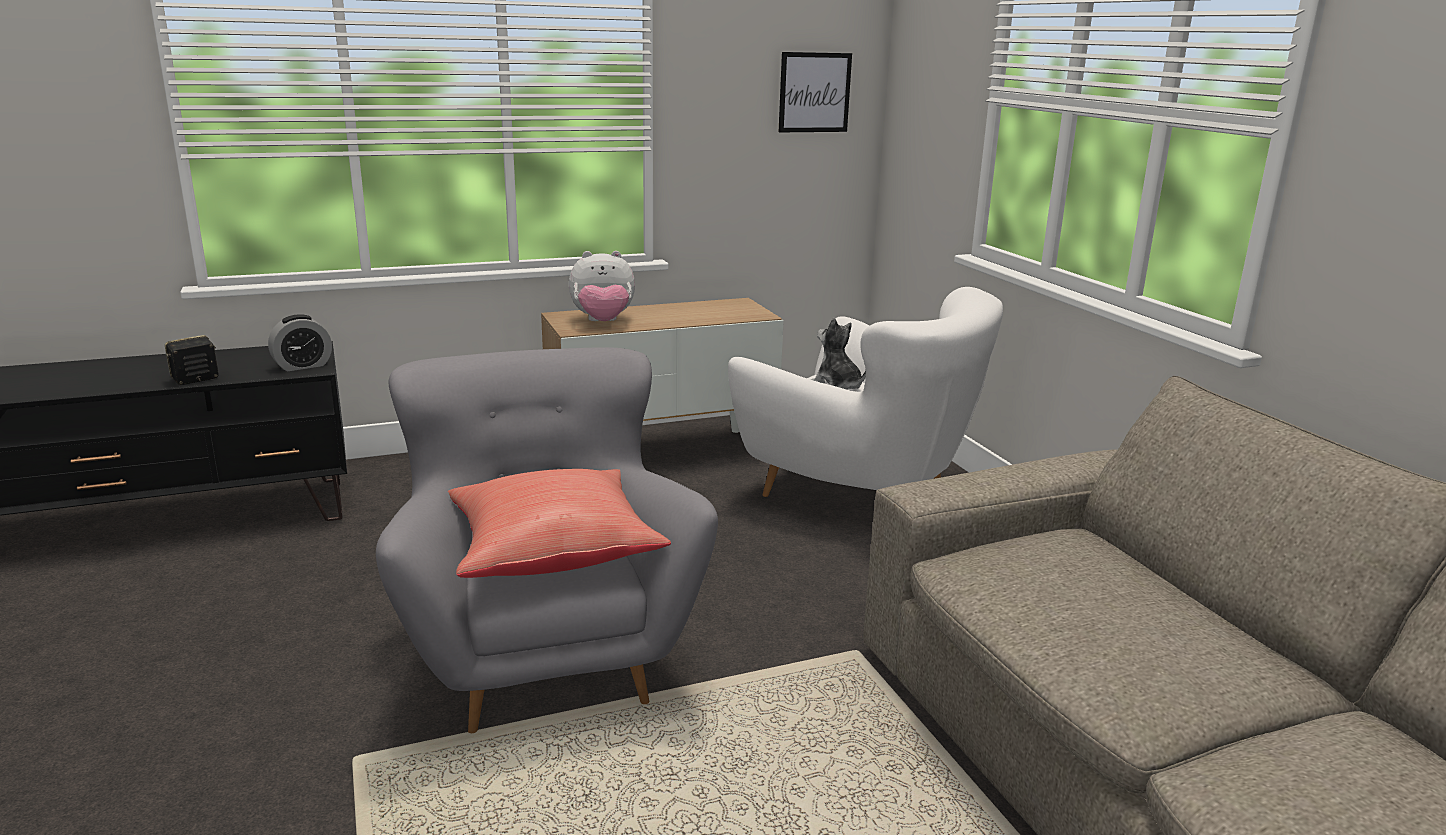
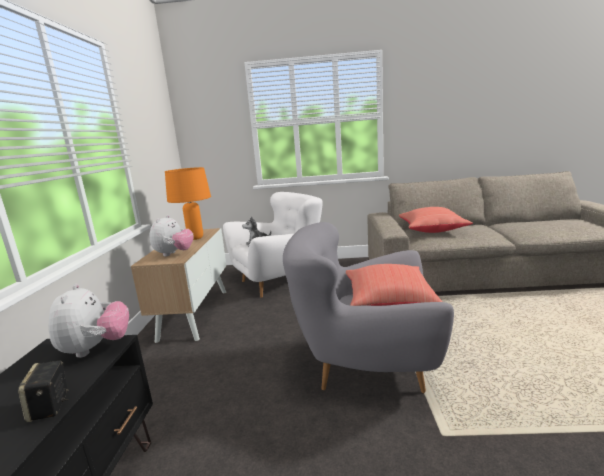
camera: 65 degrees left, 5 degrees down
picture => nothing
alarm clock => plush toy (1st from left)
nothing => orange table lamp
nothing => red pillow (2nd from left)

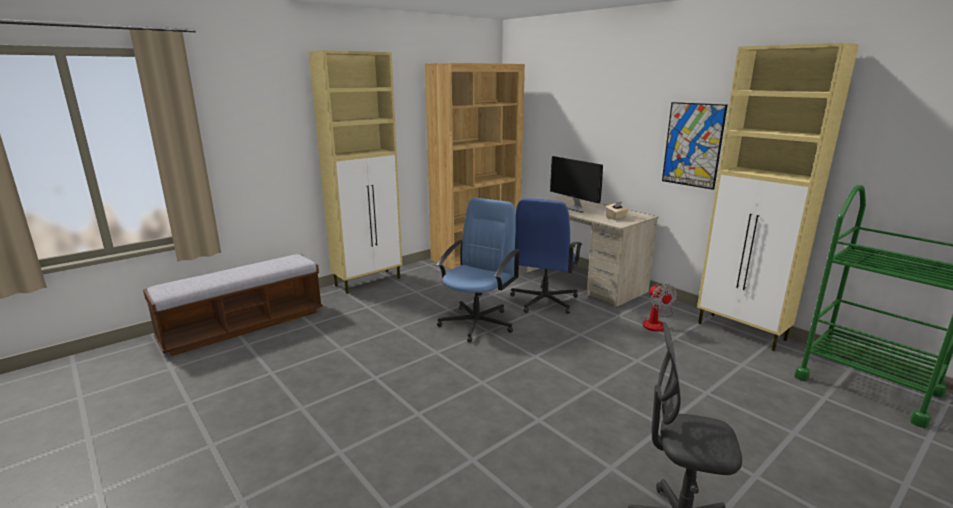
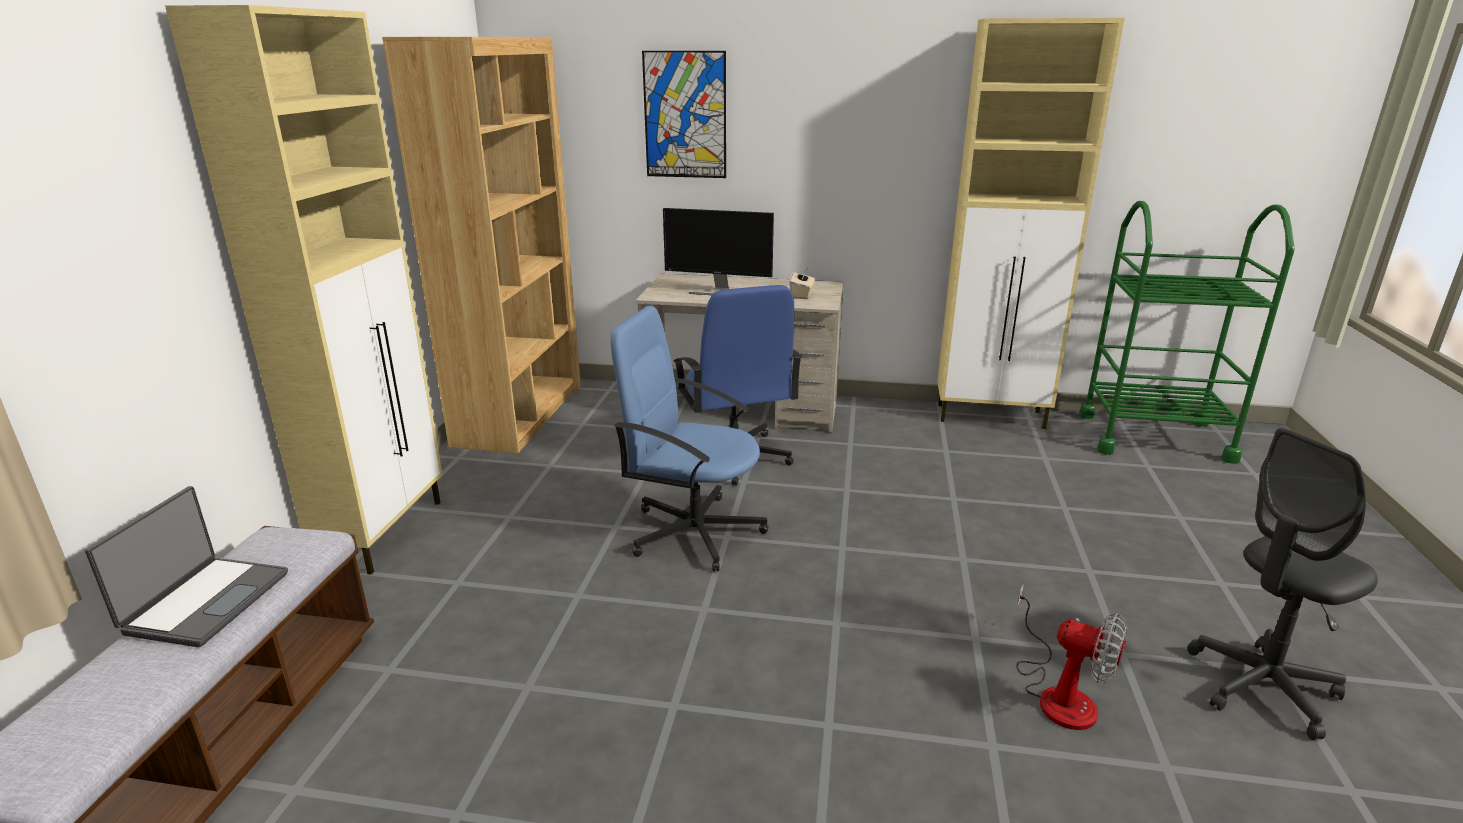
camera: 40 degrees left, 5 degrees up
picture, move
blue office chair (1st from left), 60 degrees counterclockwise
fan, move
nothing => laptop

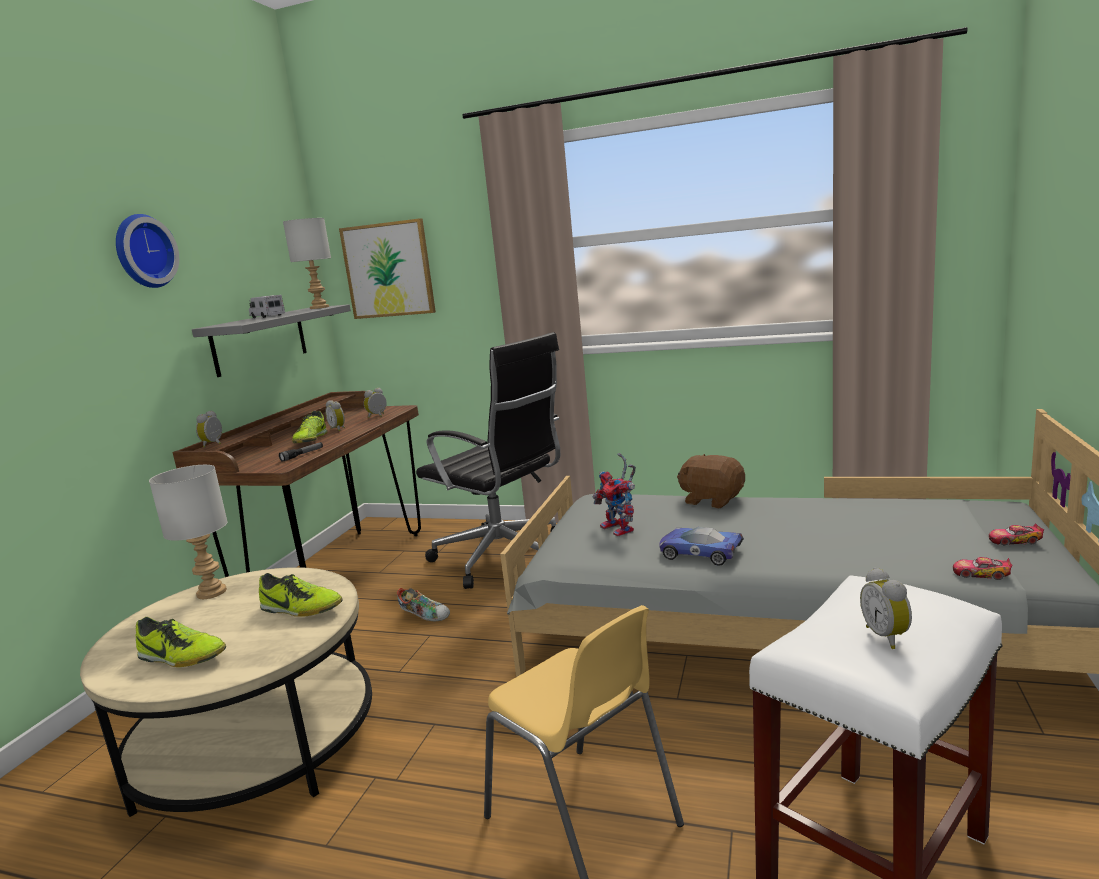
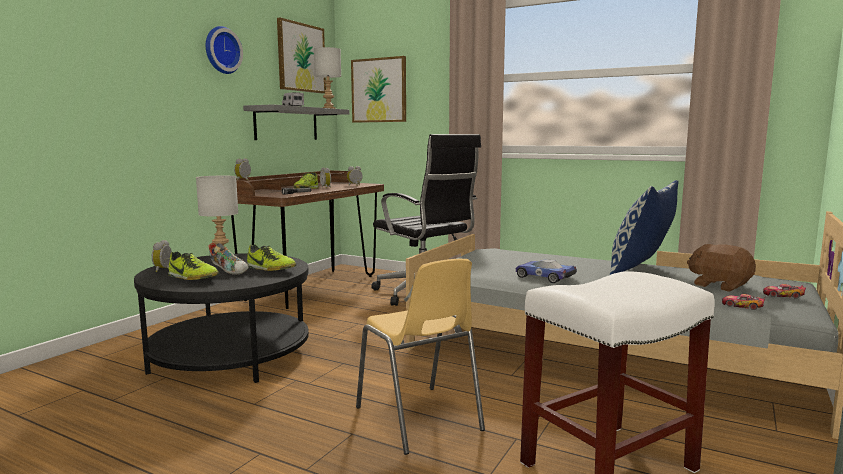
camera: 10 degrees right, 5 degrees down
toy robot => nothing
brown plush toy, move
beige coffee table => black coffee table
alarm clock (4th from left in the first image) => alarm clock (1st from left), move
shoe (4th from left in the first image) => shoe (2nd from left), move
nothing => picture (1st from left)
nothing => pillow

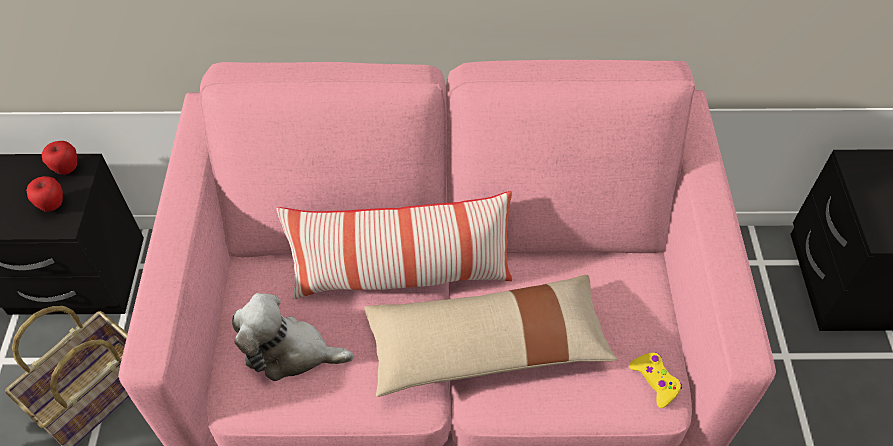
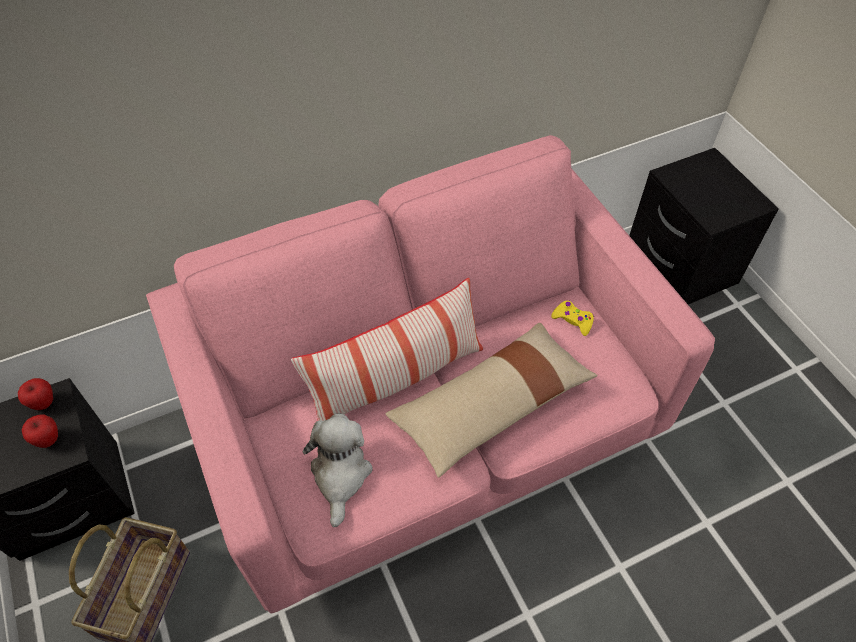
camera: 25 degrees left, 0 degrees up
plush toy, 105 degrees clockwise
yellow game controller, move

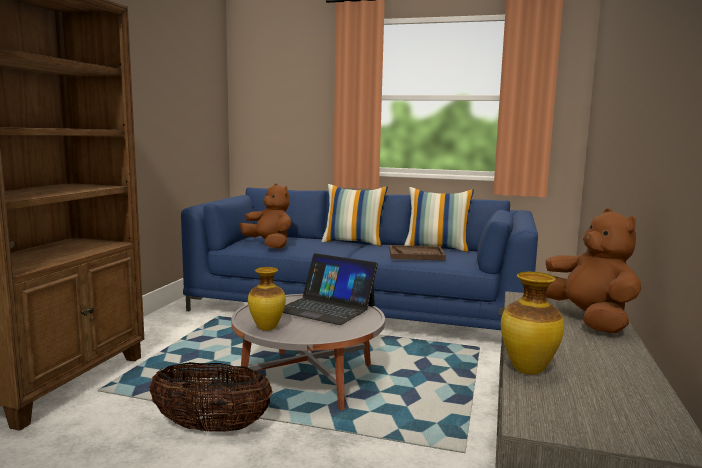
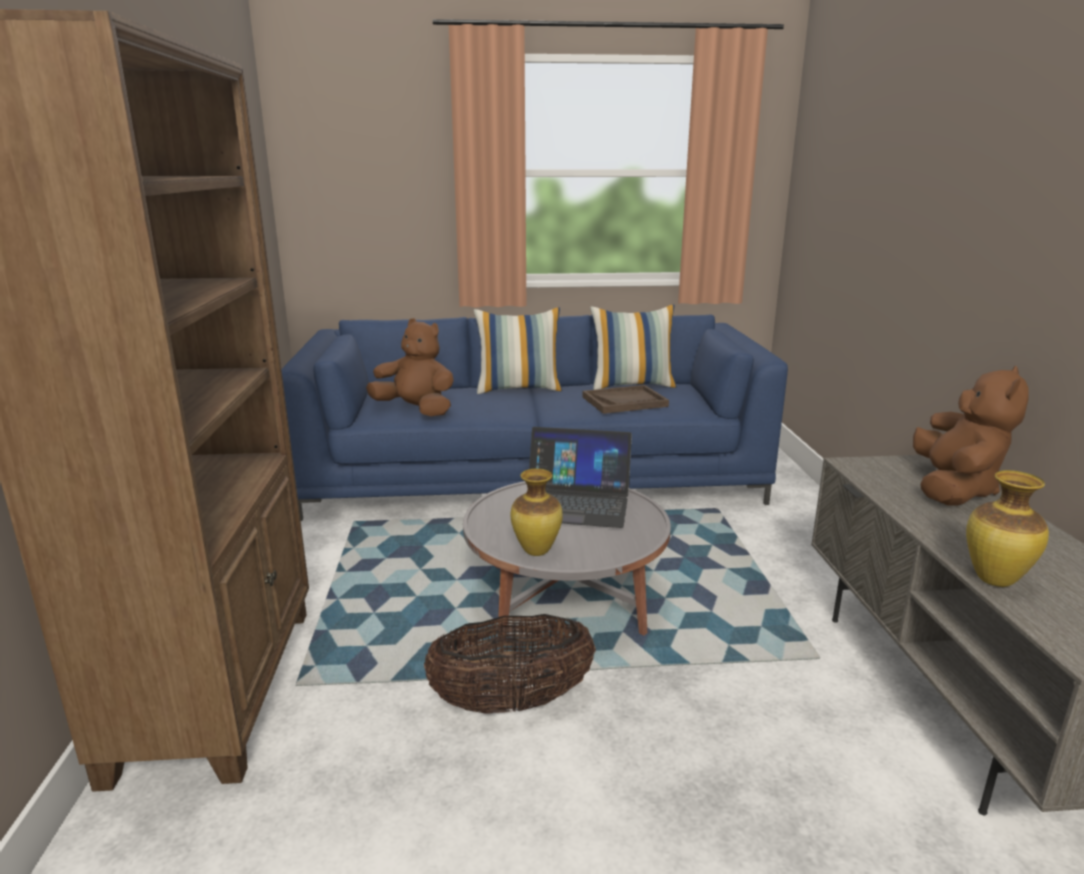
camera: 20 degrees left, 10 degrees up
brown plush toy (2nd from left), 60 degrees clockwise

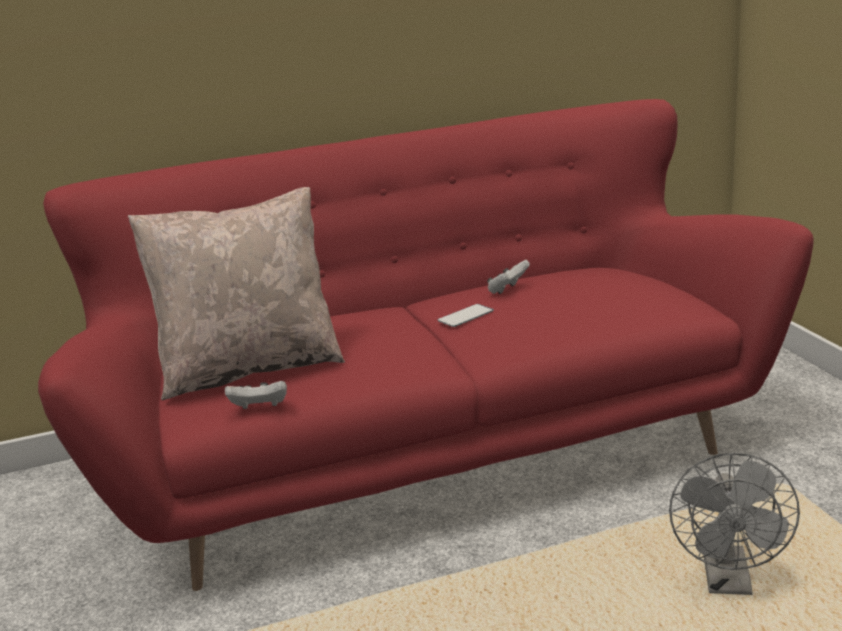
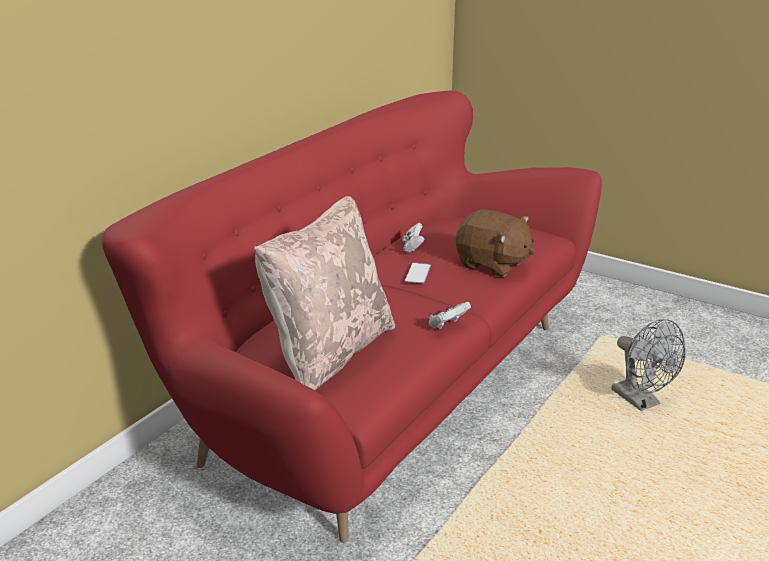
camera: 40 degrees left, 5 degrees up
white game controller (1st from left in the first image) => white game controller (2nd from left), move
nothing => brown plush toy

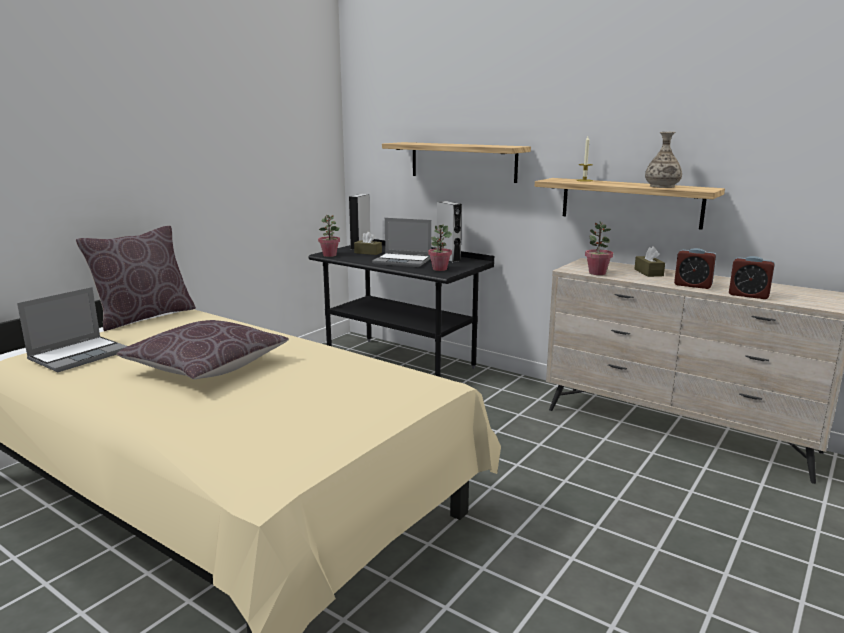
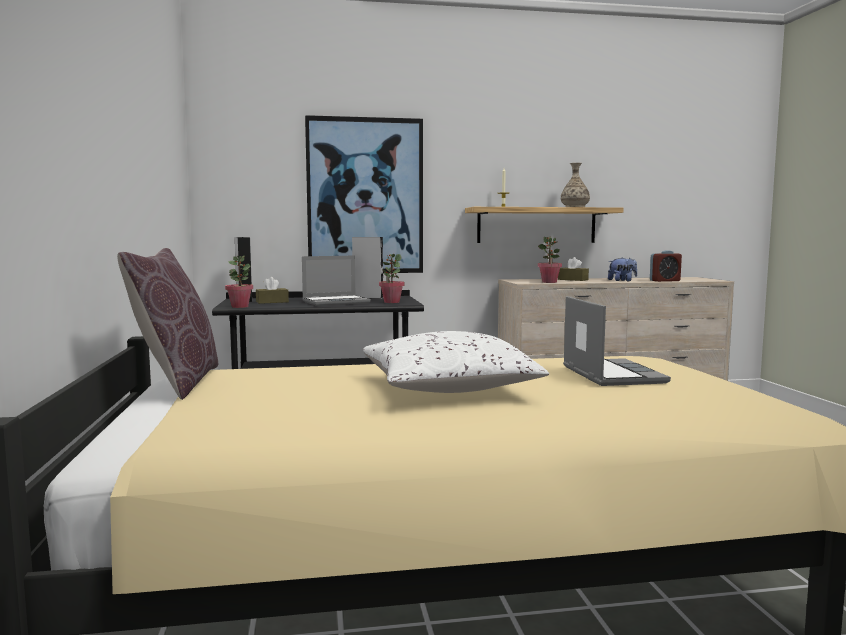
camera: 45 degrees left, 10 degrees down
shelf (1st from left) => picture
alarm clock (1st from left) => plush toy
laptop (1st from left in the first image) => laptop (2nd from left), move
brown pillow (2nd from left) => white pillow

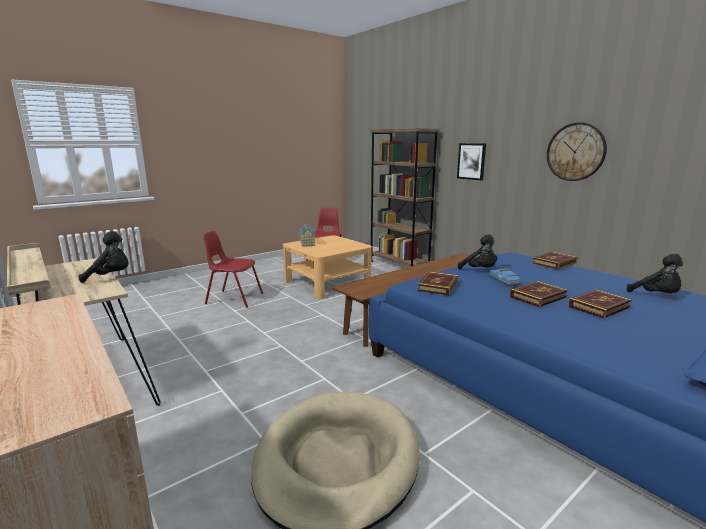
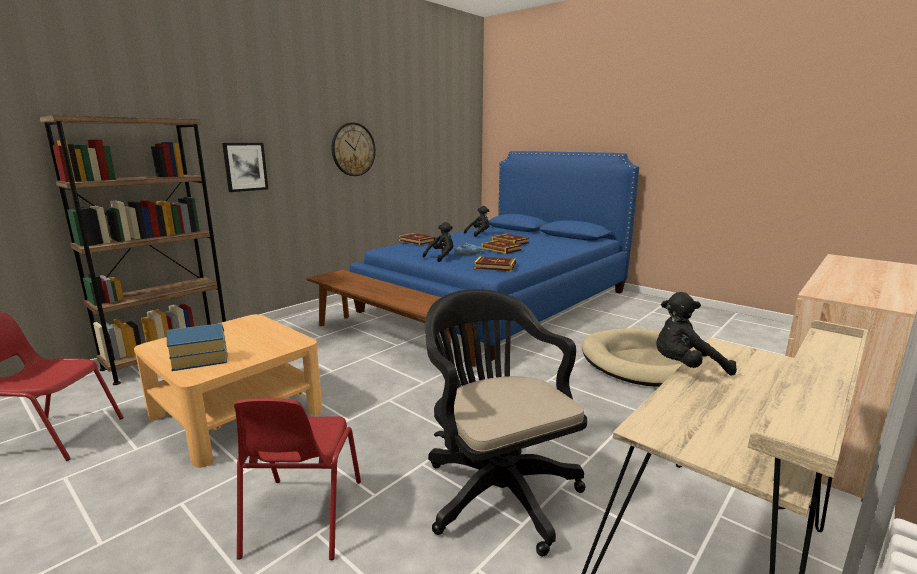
camera: 100 degrees left, 0 degrees up
black plush toy (1st from left in the first image) => black plush toy (3rd from left), 75 degrees counterclockwise
nothing => black office chair

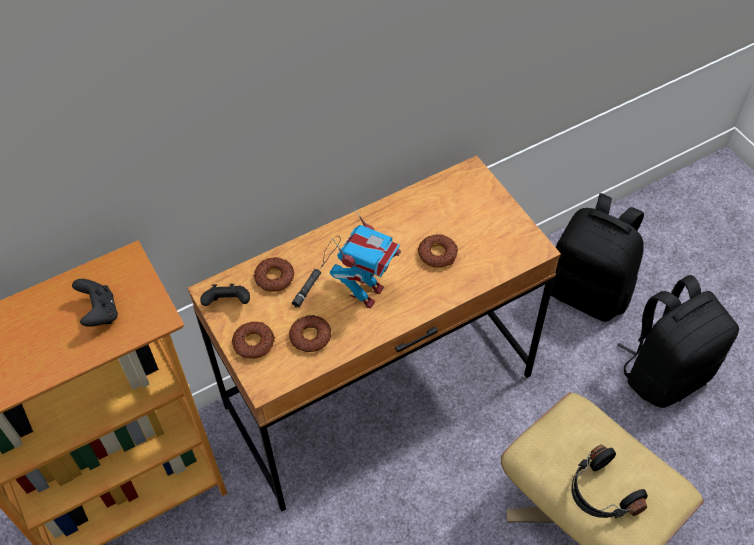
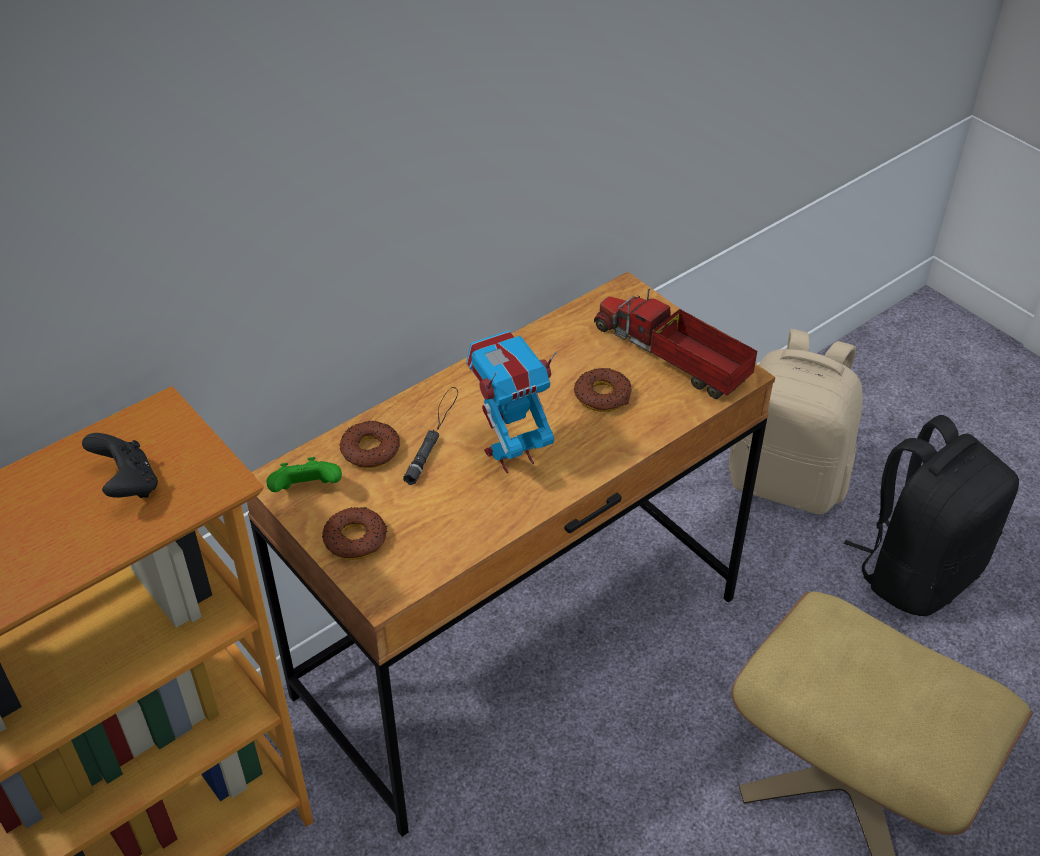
camera: 10 degrees left, 10 degrees down
black backpack (1st from left) => beige backpack
toy robot, 135 degrees counterclockwise
black game controller (2nd from left) => green game controller
donut (3rd from left) => nothing
black headphones => nothing
nothing => toy truck

